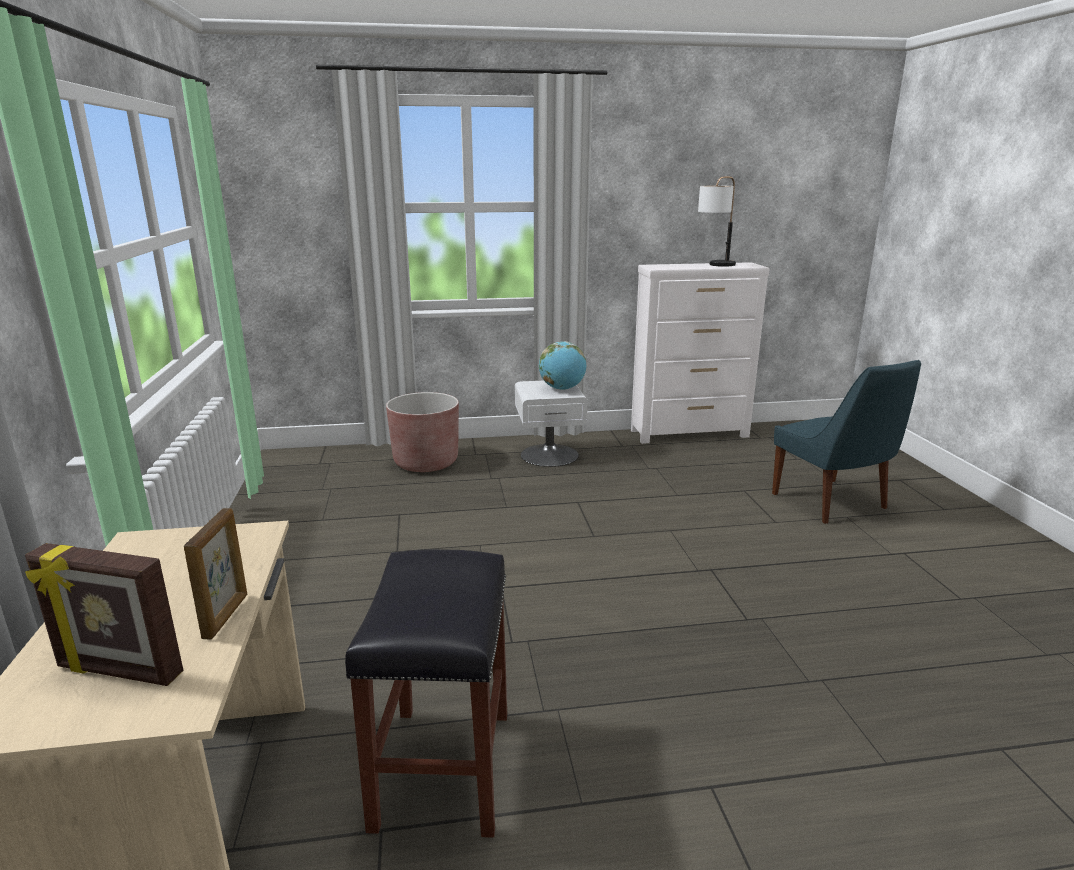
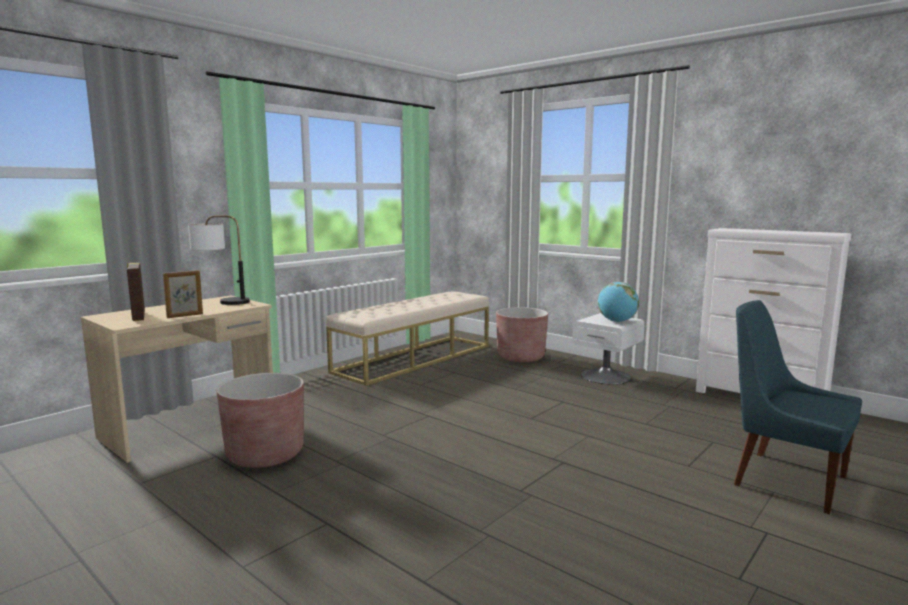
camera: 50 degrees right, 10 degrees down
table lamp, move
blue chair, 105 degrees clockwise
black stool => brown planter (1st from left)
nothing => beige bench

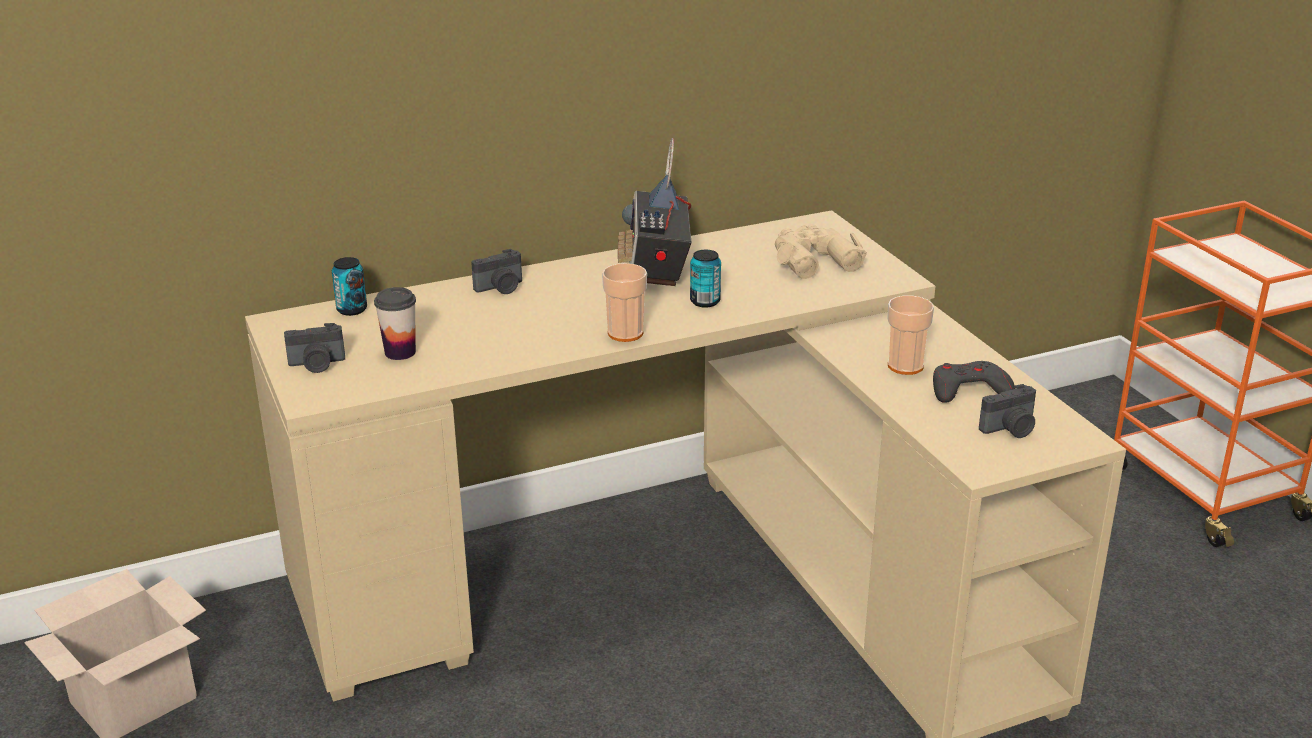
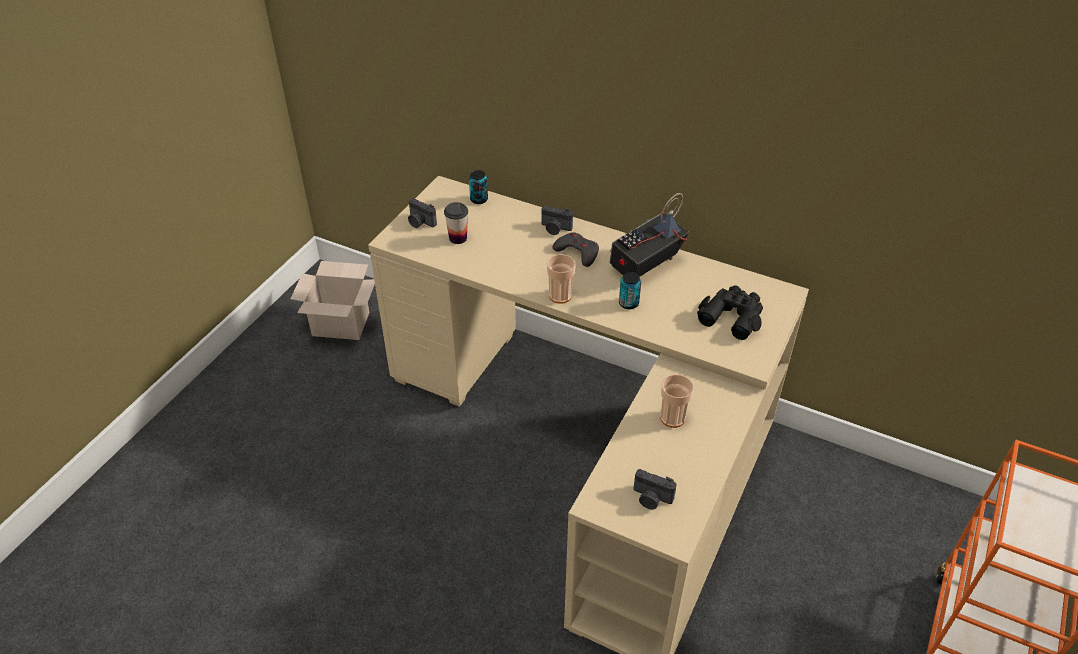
camera: 50 degrees right, 15 degrees up
beige binoculars => black binoculars
grey game controller, move

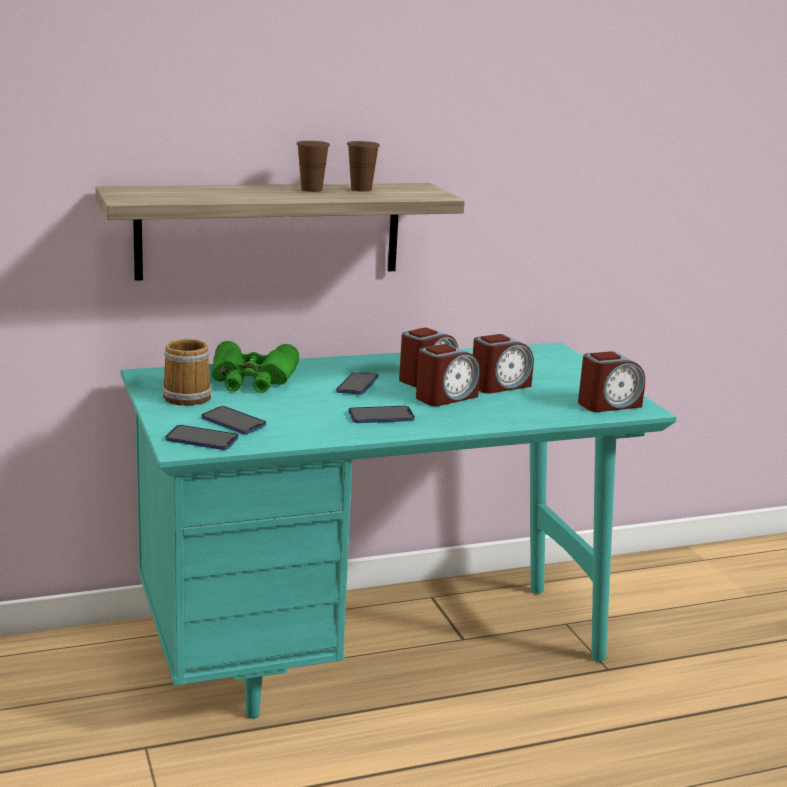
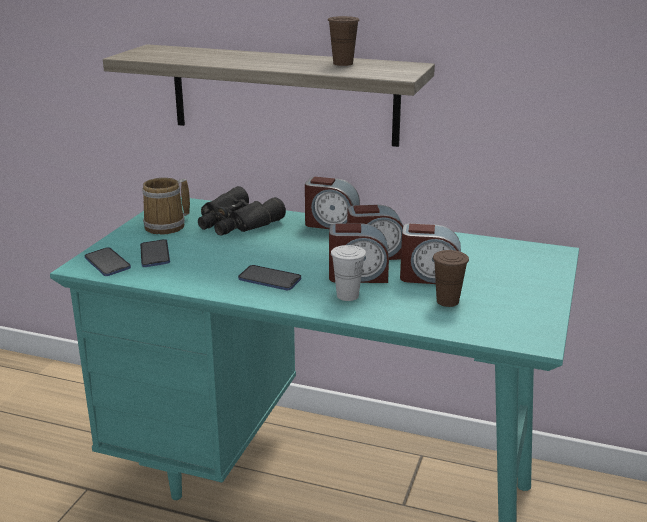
camera: 40 degrees right, 5 degrees up
brown cup (1st from left in the first image) => brown cup (2nd from left), move
green binoculars => black binoculars
alarm clock (4th from left in the first image) => alarm clock (1st from left), move
phone (3rd from left) => nothing
nothing => white cup

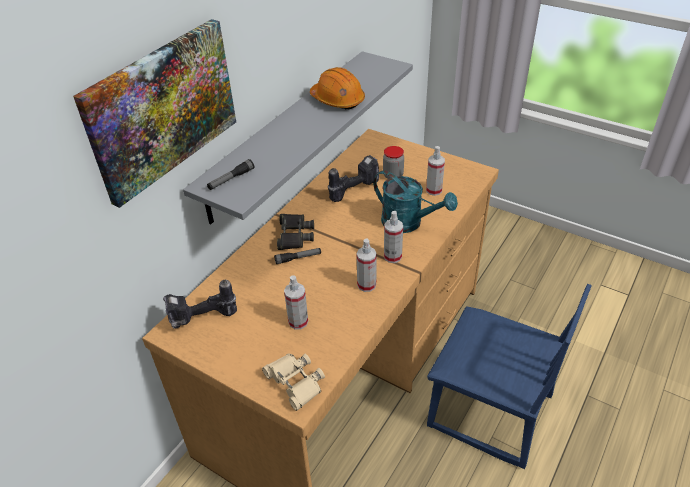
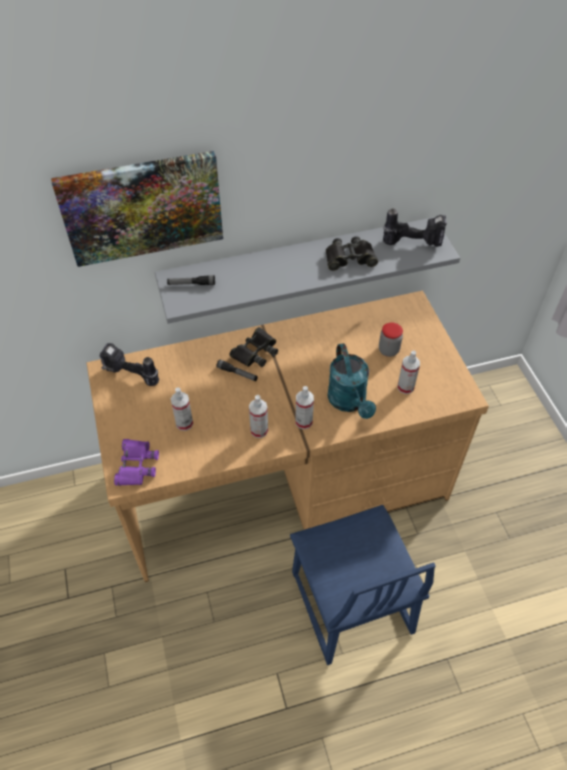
camera: 40 degrees right, 10 degrees up
orange hard hat => black binoculars (2nd from left)
power drill (2nd from left), move
beige binoculars => purple binoculars

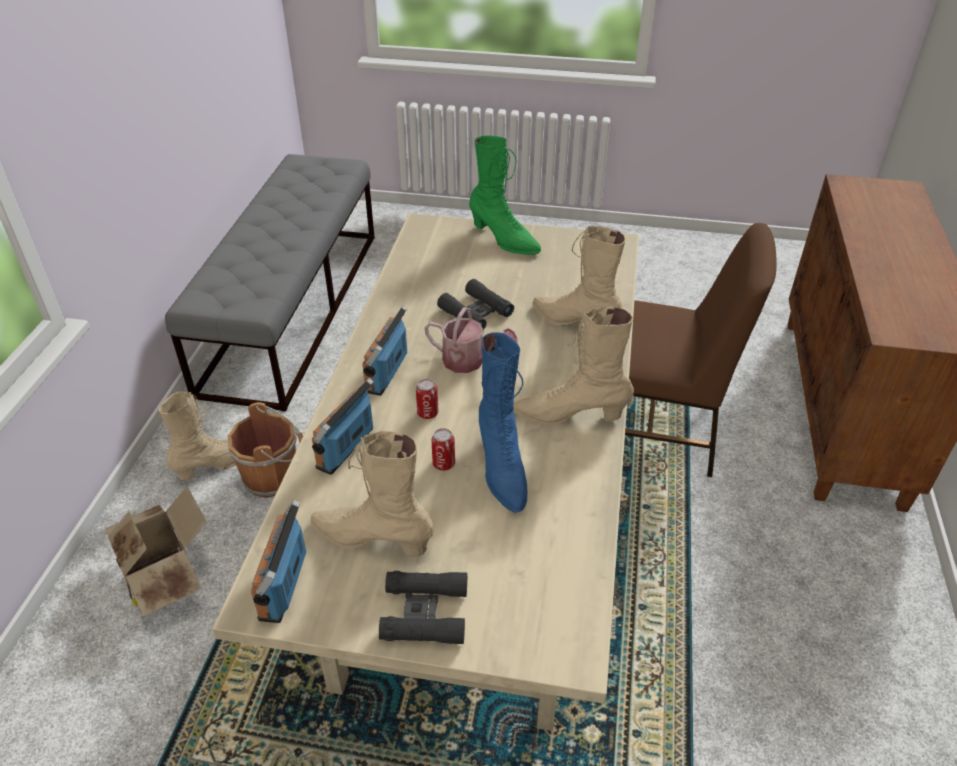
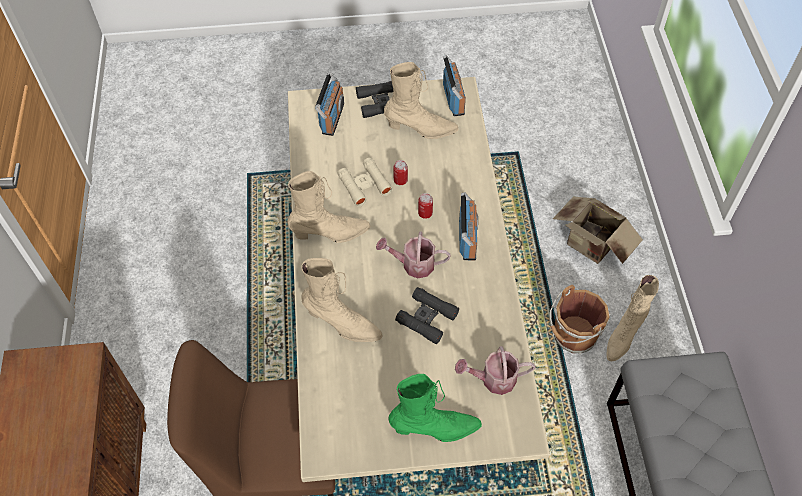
camera: 165 degrees right, 15 degrees up
green boot, 150 degrees clockwise
blue boot => beige binoculars
radio (2nd from left in the first image) => radio (1st from left), move
nothing => watering can (2nd from left)

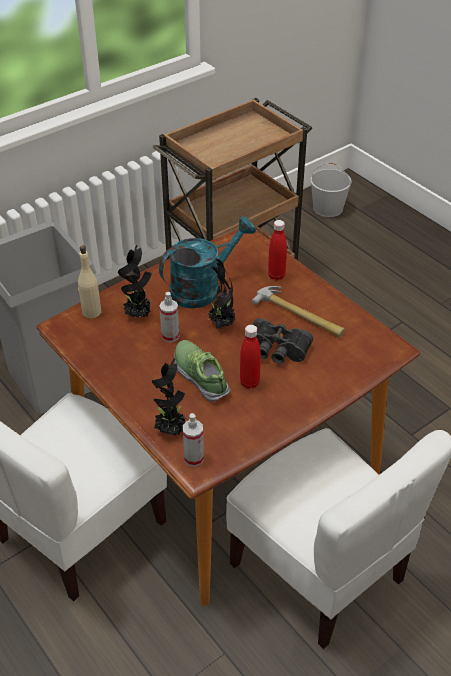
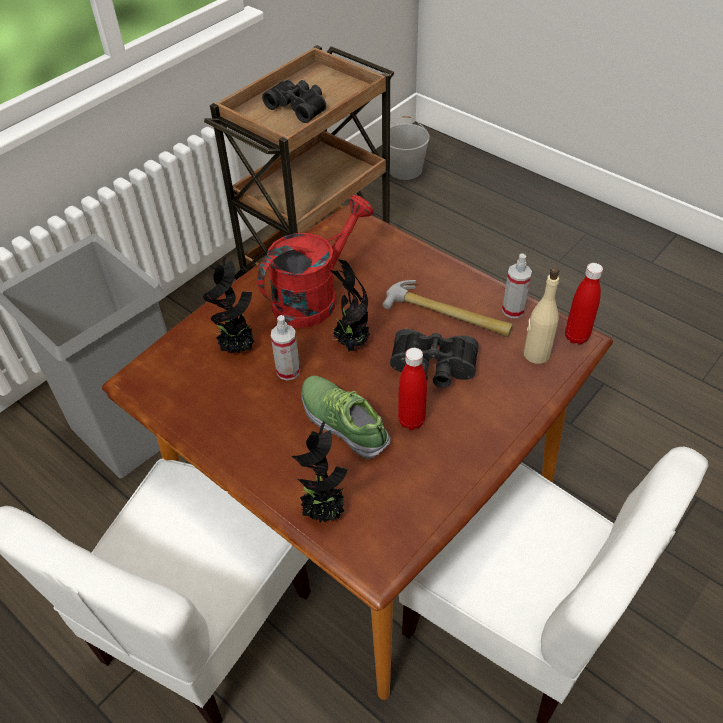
camera: 10 degrees left, 5 degrees up
turquoise watering can => red watering can
red bottle (2nd from left), move
beige bottle, move
spray bottle (2nd from left), move
nothing => black binoculars (1st from left)

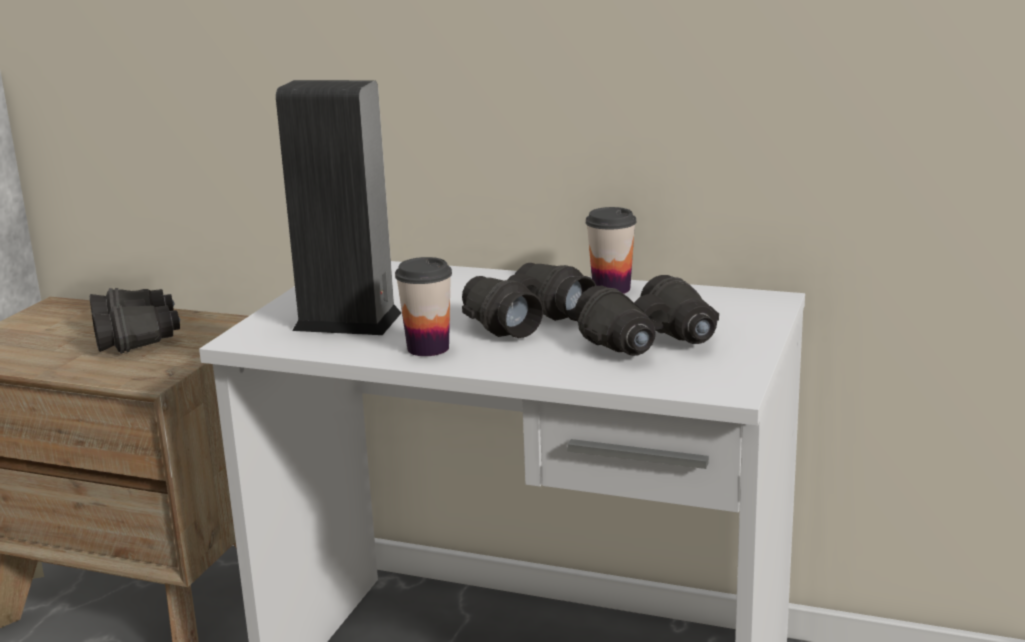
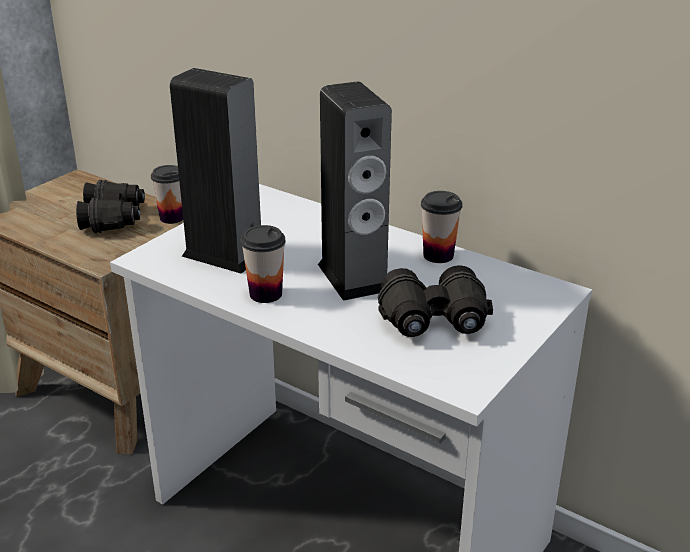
camera: 15 degrees right, 10 degrees up
black binoculars (2nd from left) => speaker (2nd from left)
nothing => cup (1st from left)

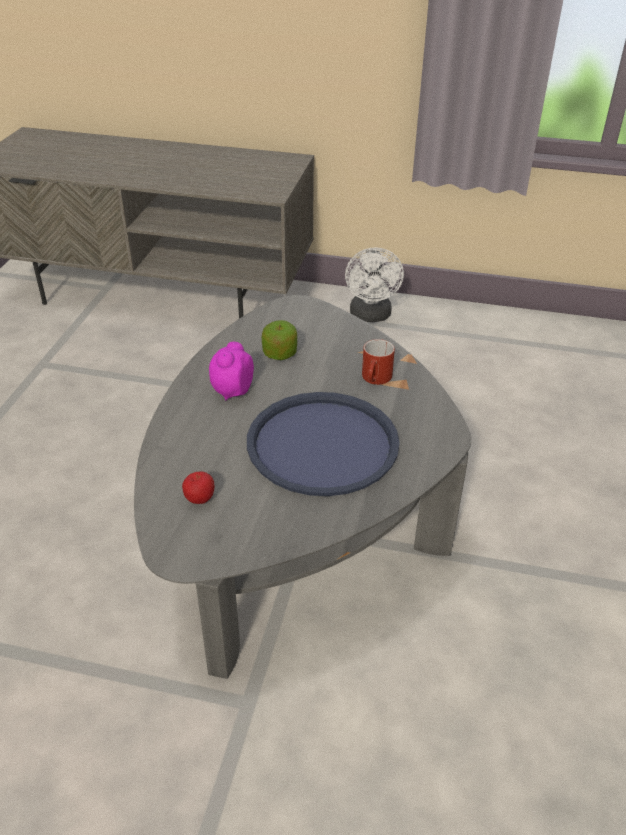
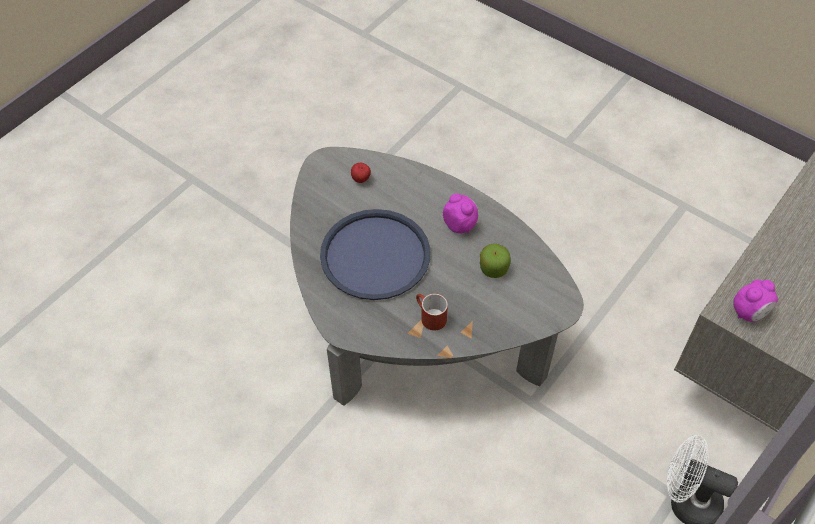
camera: 115 degrees right, 15 degrees up
nothing => alarm clock (2nd from left)

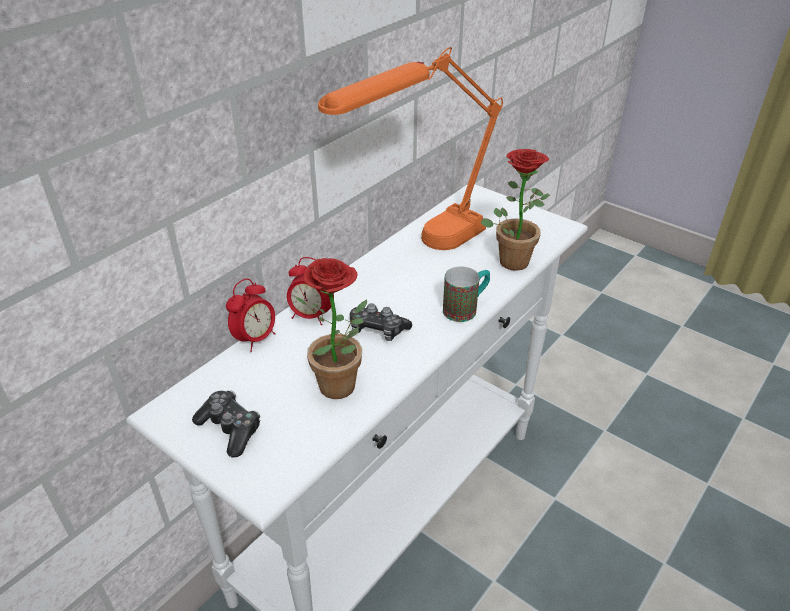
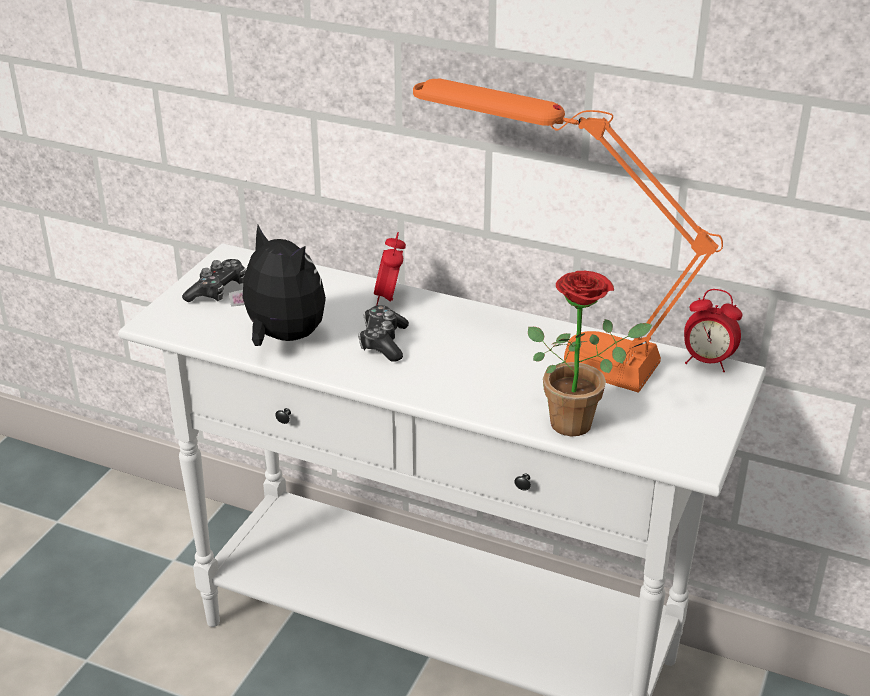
camera: 75 degrees right, 5 degrees down
potted plant (1st from left) => plush toy
mug => nothing
alarm clock (1st from left in the first image) => alarm clock (2nd from left), move

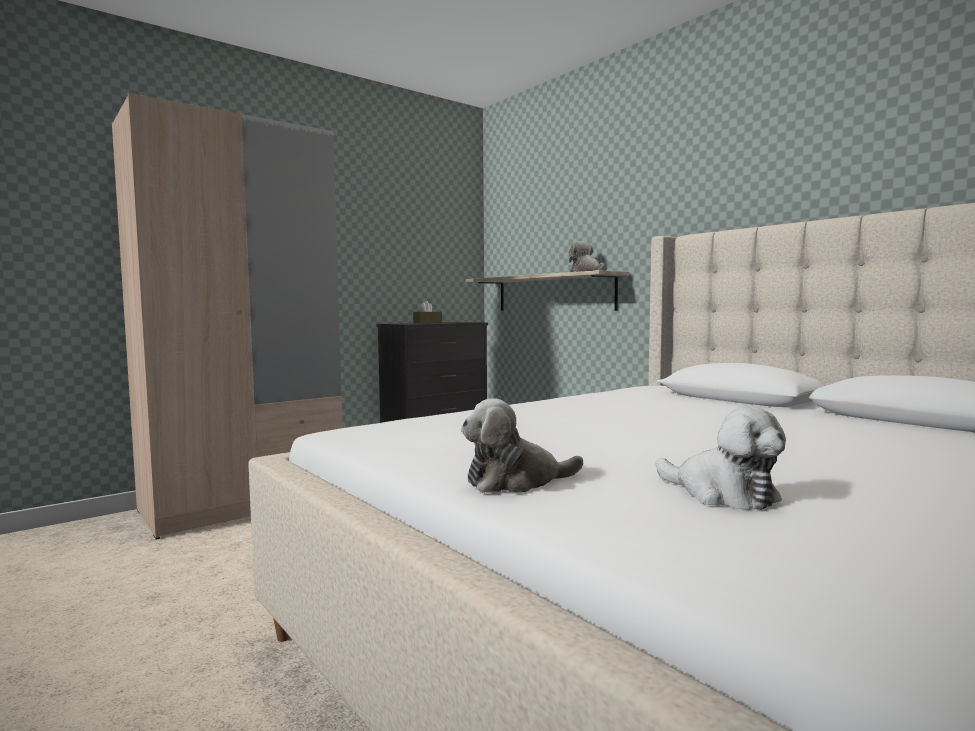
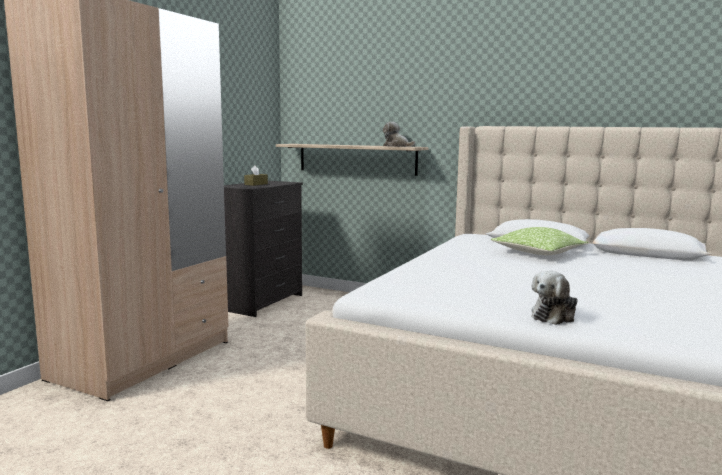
camera: 25 degrees left, 5 degrees up
plush toy (3rd from left) => nothing
nothing => pillow

